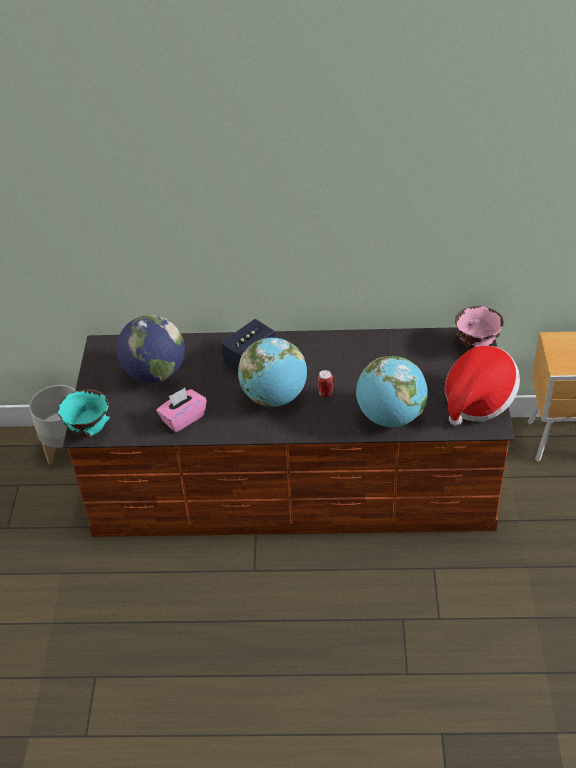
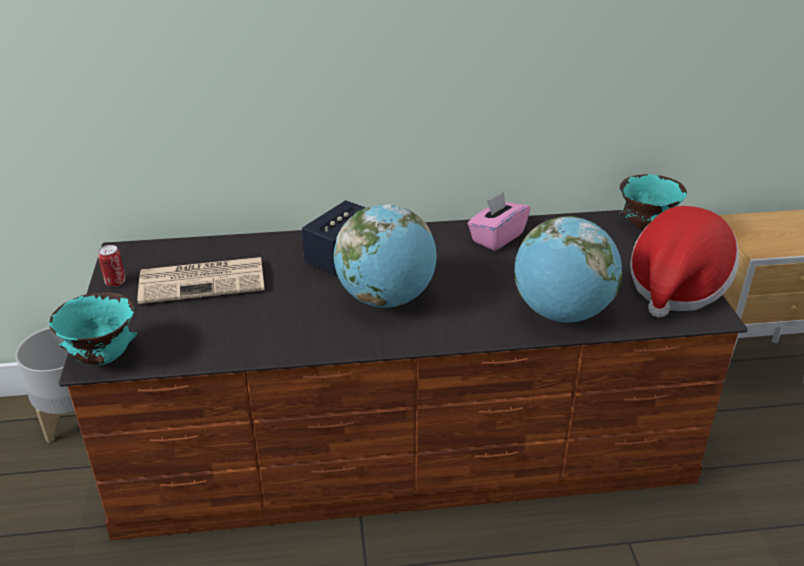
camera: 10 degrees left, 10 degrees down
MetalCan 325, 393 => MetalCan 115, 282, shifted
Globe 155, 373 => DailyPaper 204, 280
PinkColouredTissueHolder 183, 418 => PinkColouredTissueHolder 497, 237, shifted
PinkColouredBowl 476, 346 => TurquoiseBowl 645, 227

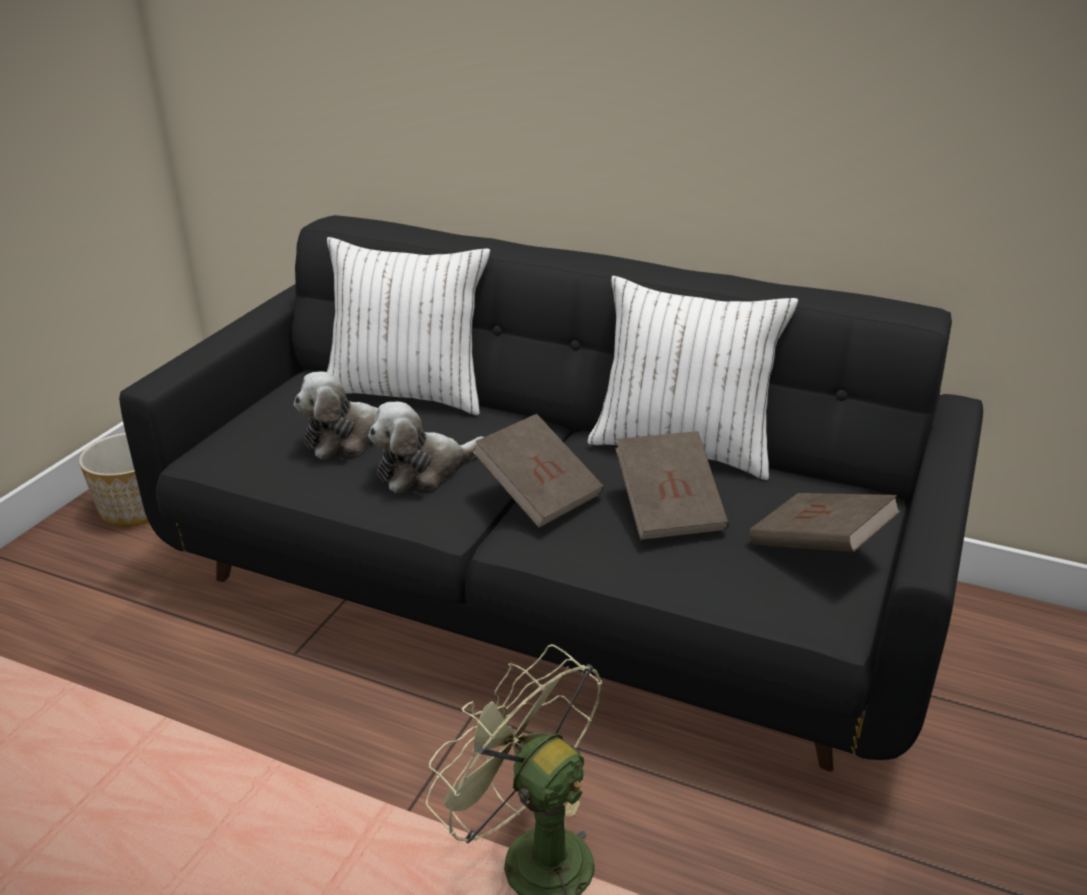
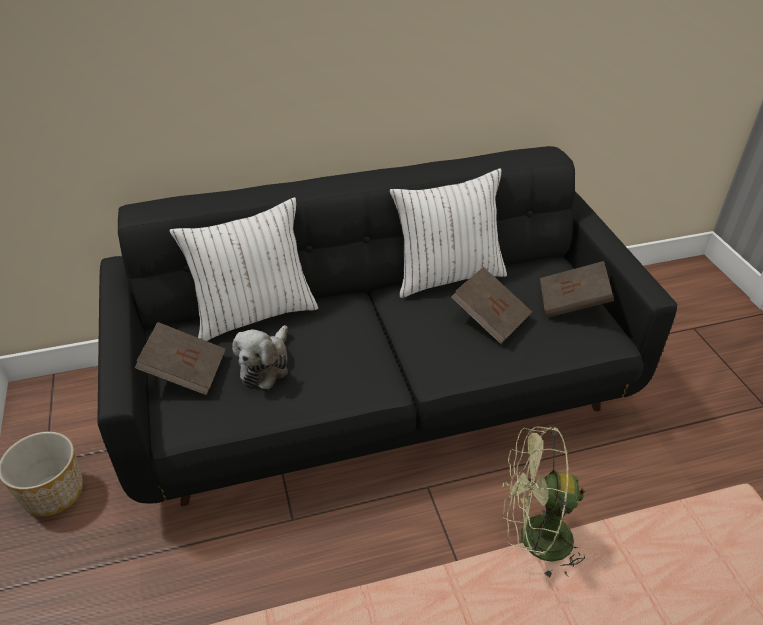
camera: 40 degrees left, 10 degrees up
BrownColouredBook 538, 493 => BrownColouredBook 185, 371, shifted
SoftToy 423, 470 => nothing

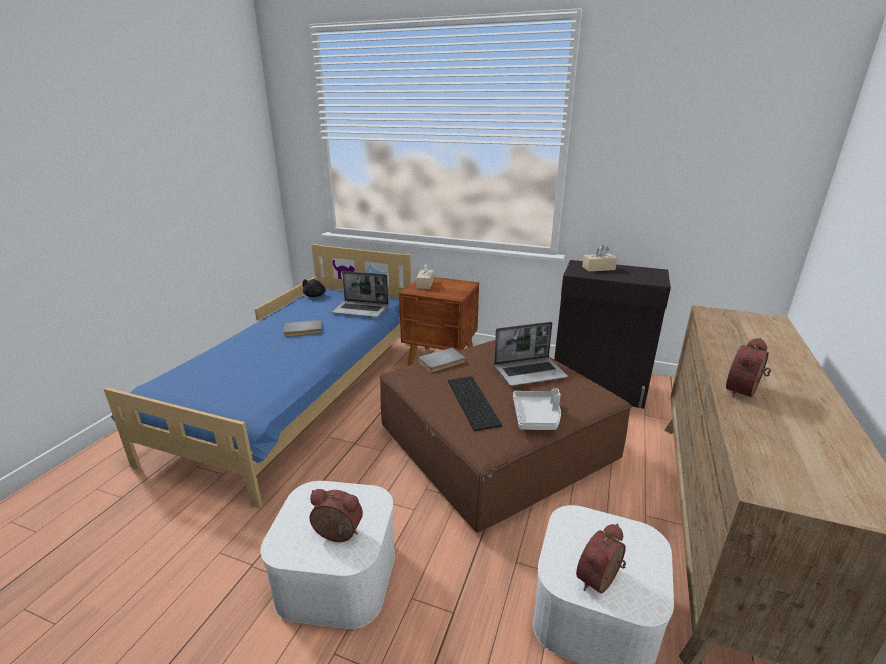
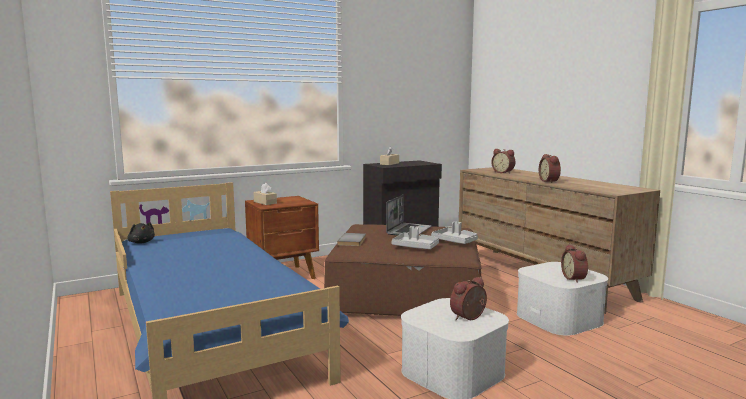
camera: 50 degrees left, 15 degrees down
ComputerKeyboard 475, 402 => GrayTray 415, 247
nothing => TableClock 503, 172
GrayBook 303, 330 => nothing
PortableComputer 361, 310 => nothing

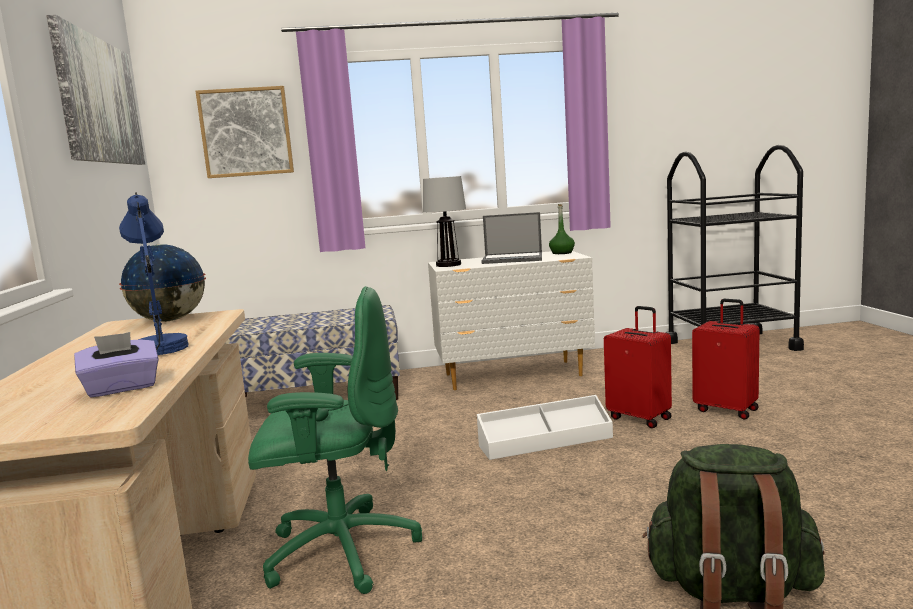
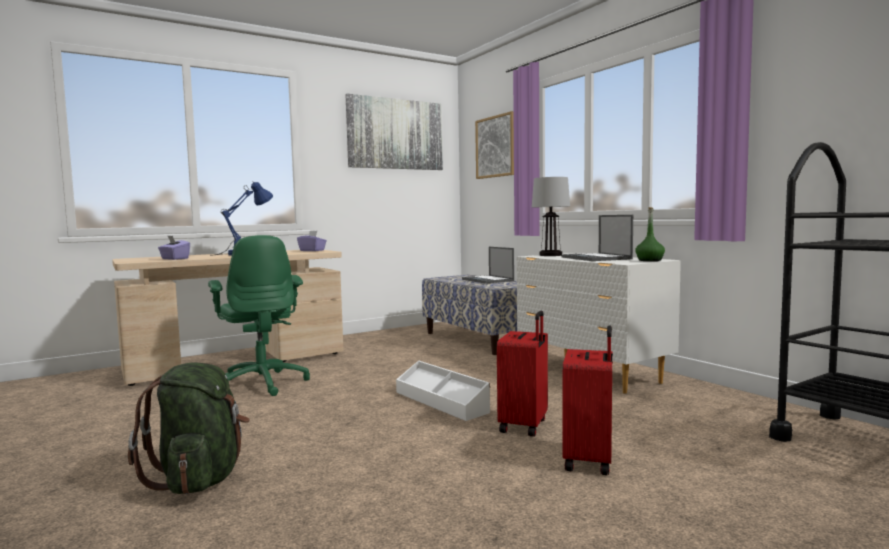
camera: 65 degrees right, 5 degrees down
Globe 169, 320 => PurpleColouredTissueHolder 312, 250
nothing => PortableComputer 488, 280

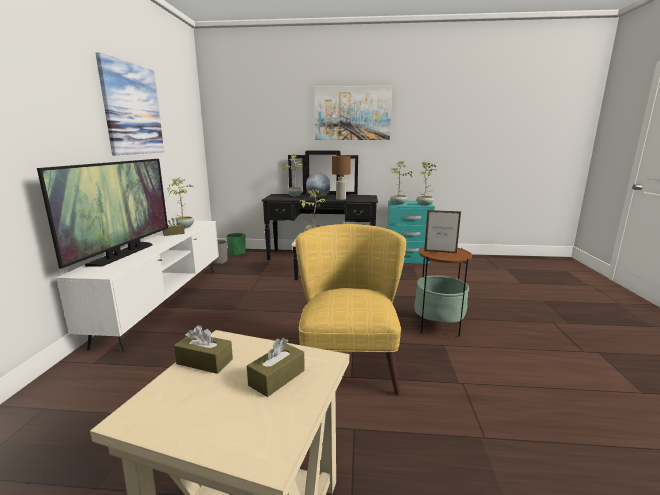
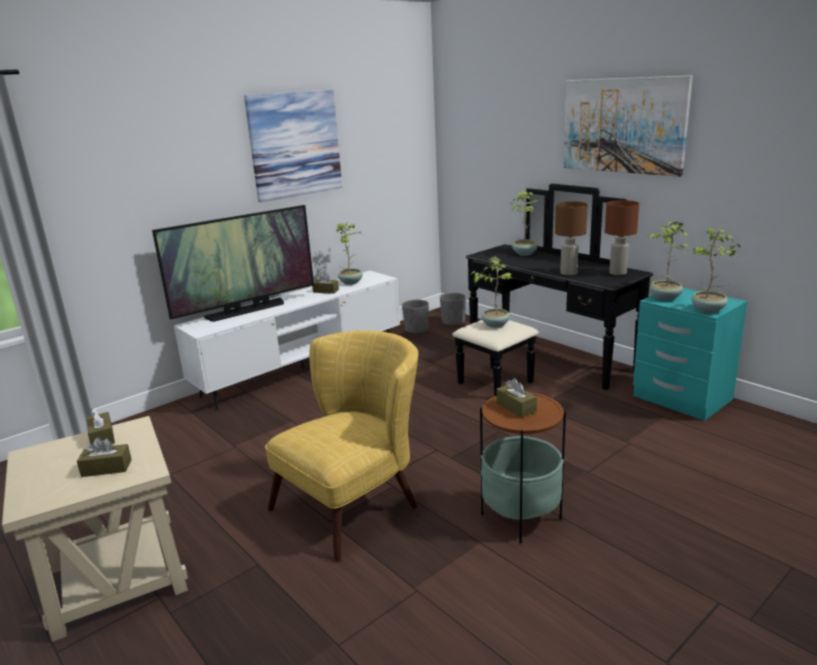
camera: 45 degrees right, 5 degrees up
GreenColouredPlantPot 237, 253 => GrayPlantPot 453, 322
StandingFrame 440, 252 => BrownColouredTissueHolder 516, 407
nothing => BrownColouredTabletopLamp 618, 273
Globe 318, 197 => nothing

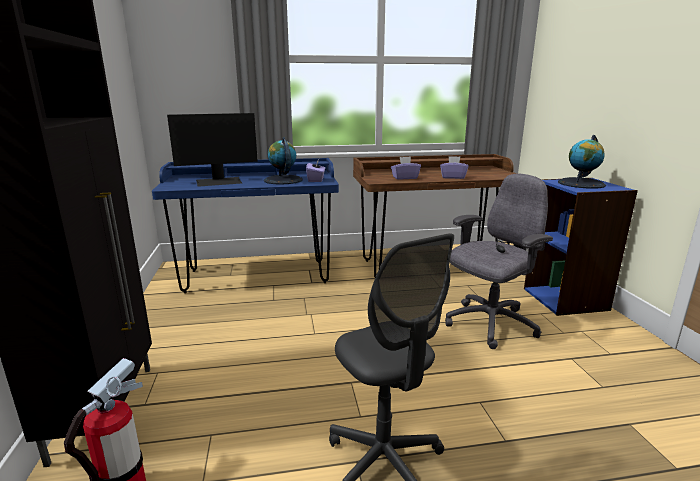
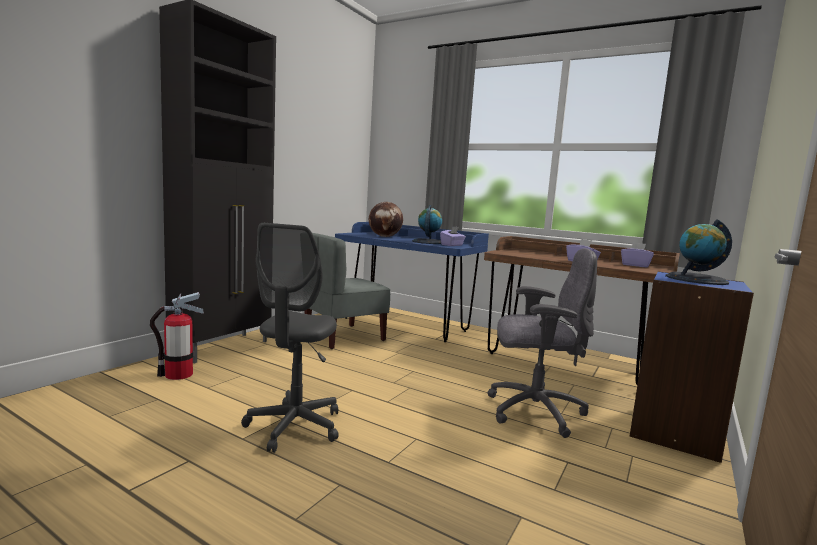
camera: 40 degrees right, 10 degrees down
nothing => GrayChair 343, 337
Monitor 219, 182 => Globe 385, 236
PurpleColouredTissueHolder 405, 178 => PurpleColouredTissueHolder 635, 265, shifted

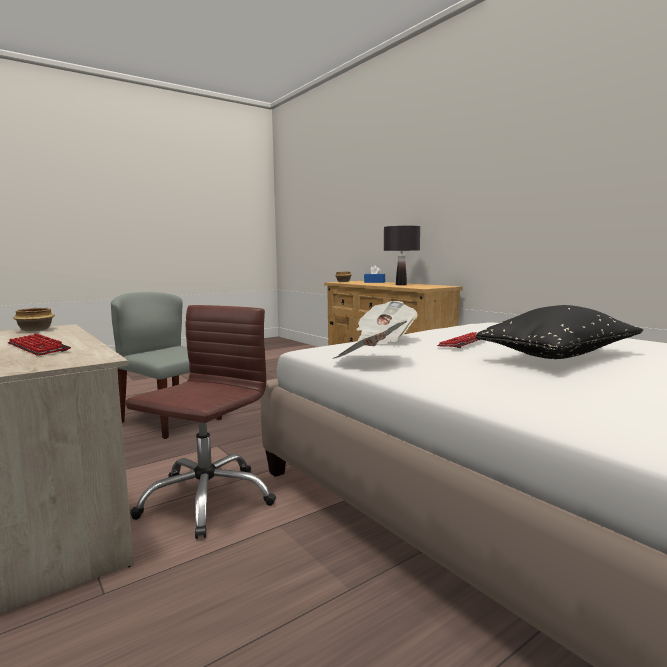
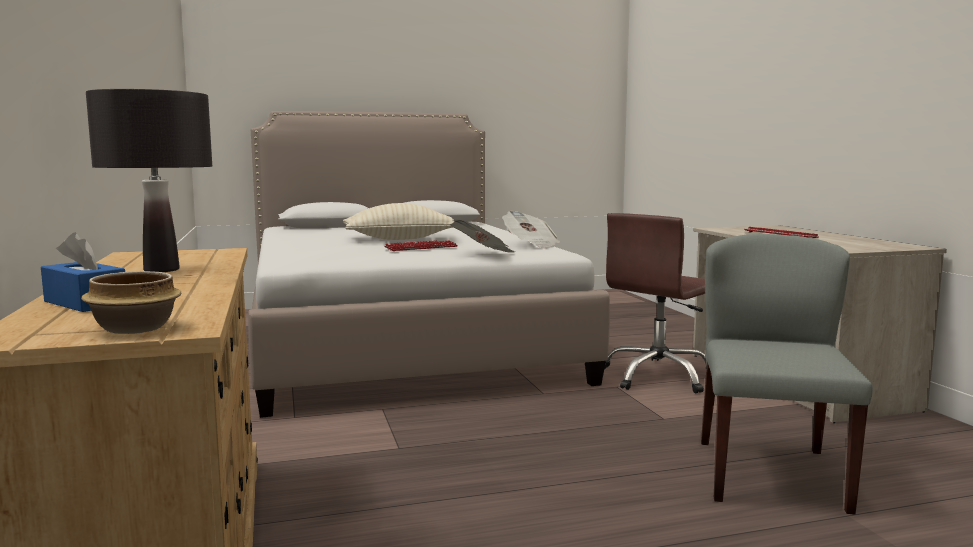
camera: 160 degrees left, 0 degrees up
BlackColouredThrowPillow 559, 356 => SandColouredThrowPillow 400, 239
GrayChair 169, 420 => GrayChair 769, 473, 135 degrees counterclockwise
Bowl 36, 330 => nothing

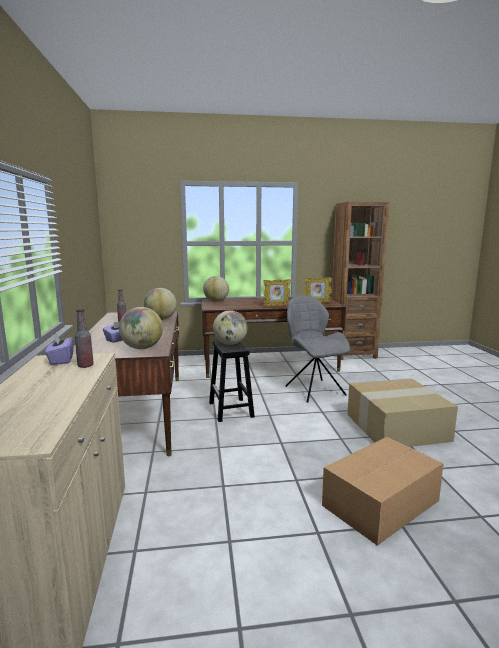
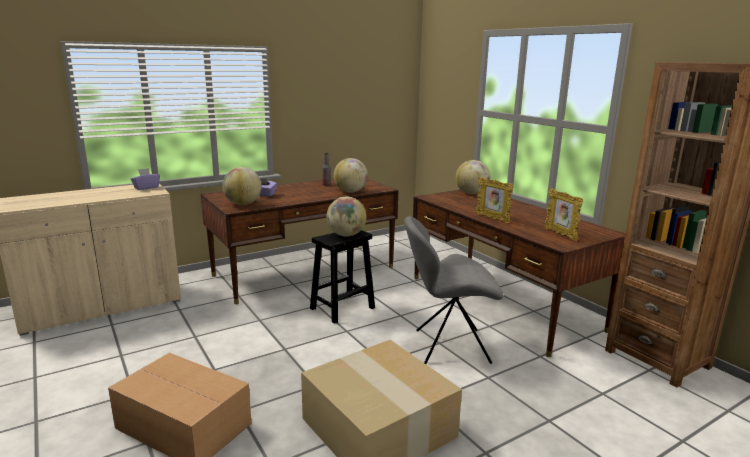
camera: 65 degrees right, 5 degrees up
GrayChair 313, 390 => GrayChair 448, 346, 135 degrees counterclockwise
Bottle 85, 366 => nothing

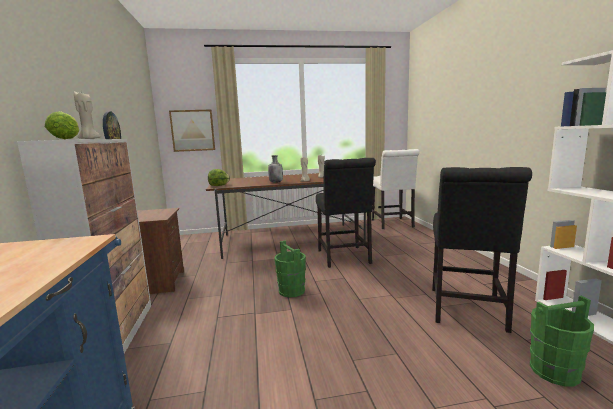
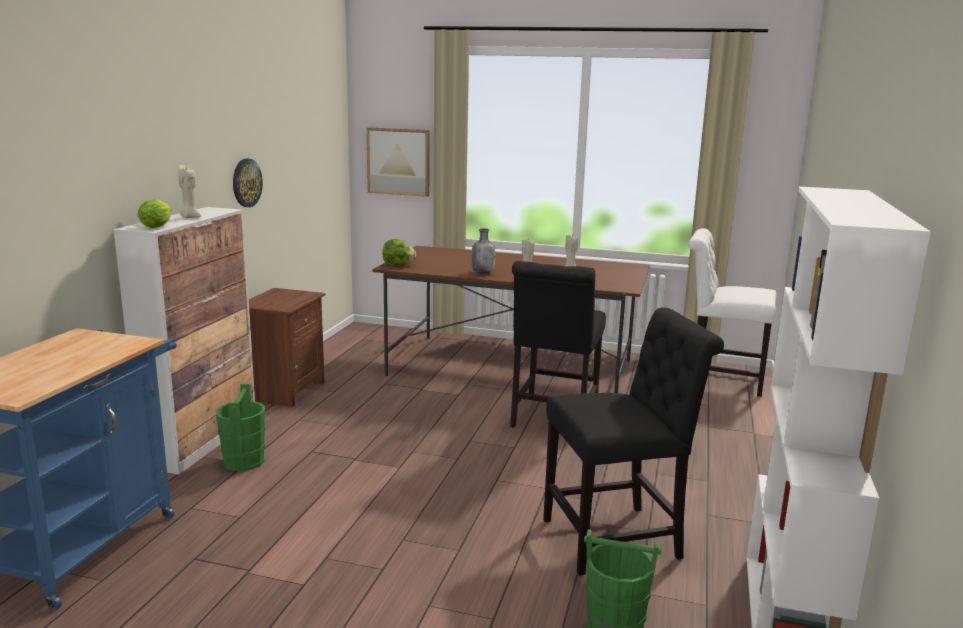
camera: 25 degrees right, 5 degrees up
GreenColouredWaterBucket 291, 291 => GreenColouredWaterBucket 244, 461, shifted
BlackColouredChair 467, 311 => BlackColouredChair 618, 539, 150 degrees counterclockwise
WhiteColouredChair 392, 224 => WhiteColouredChair 720, 379, 90 degrees clockwise

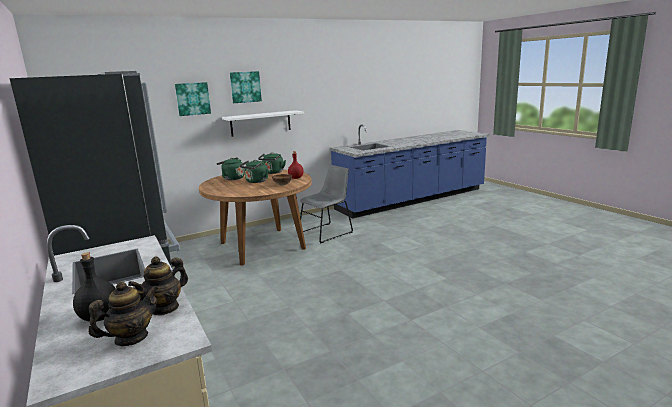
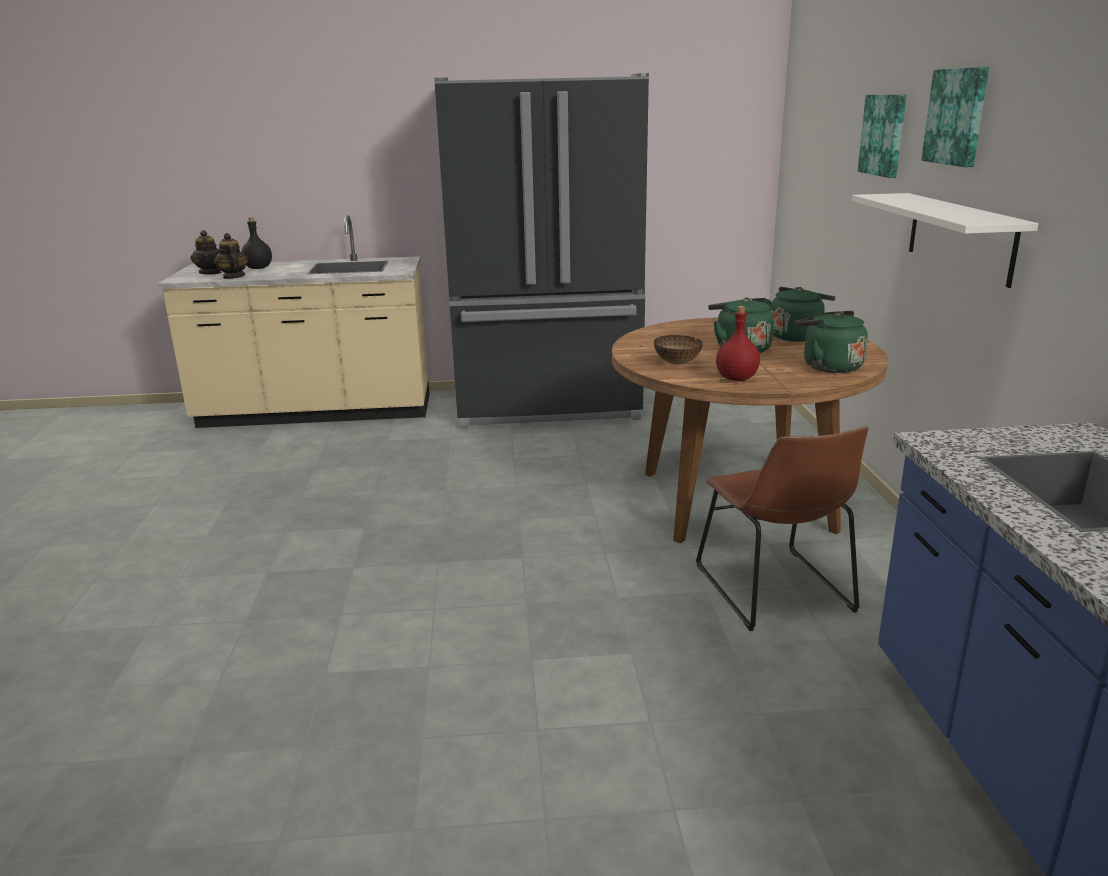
camera: 115 degrees right, 5 degrees up
GrayChair 327, 232 => BrownColouredChair 776, 592

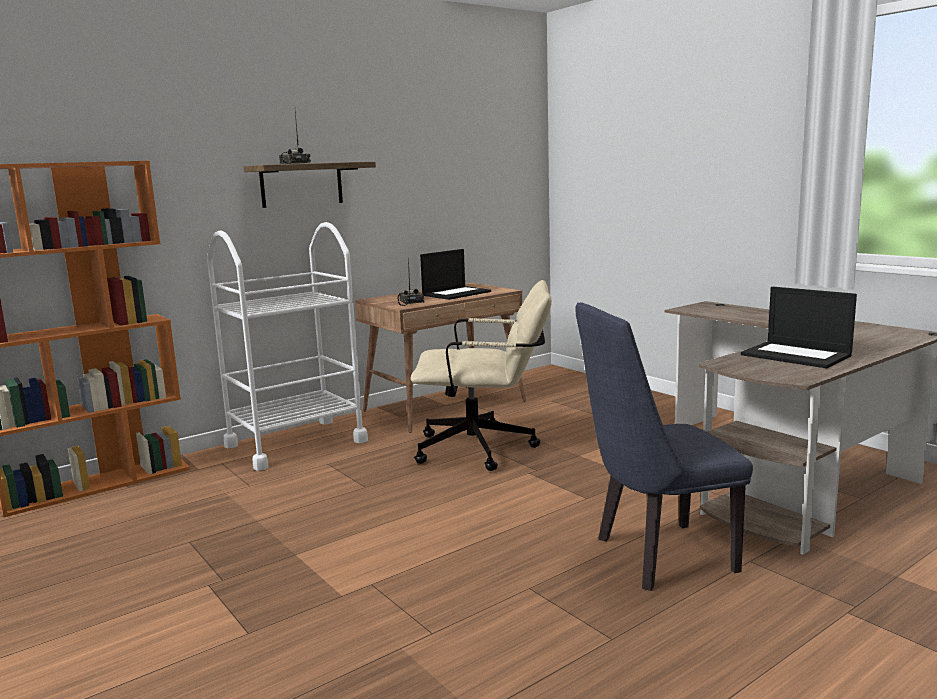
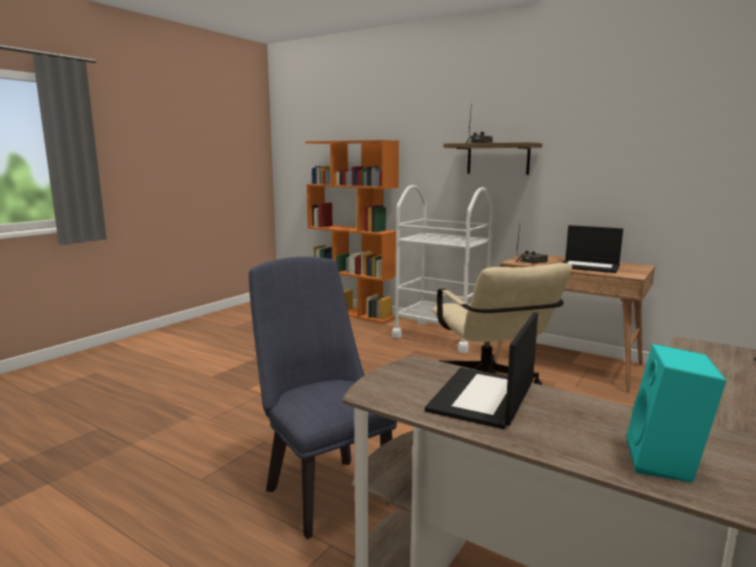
camera: 70 degrees right, 0 degrees up
nothing => TurquoiseSpeaker 666, 464

